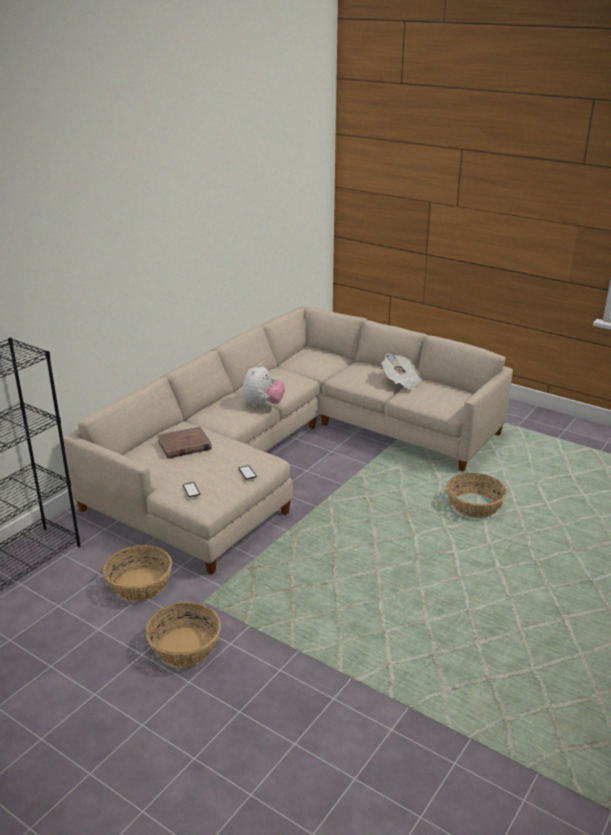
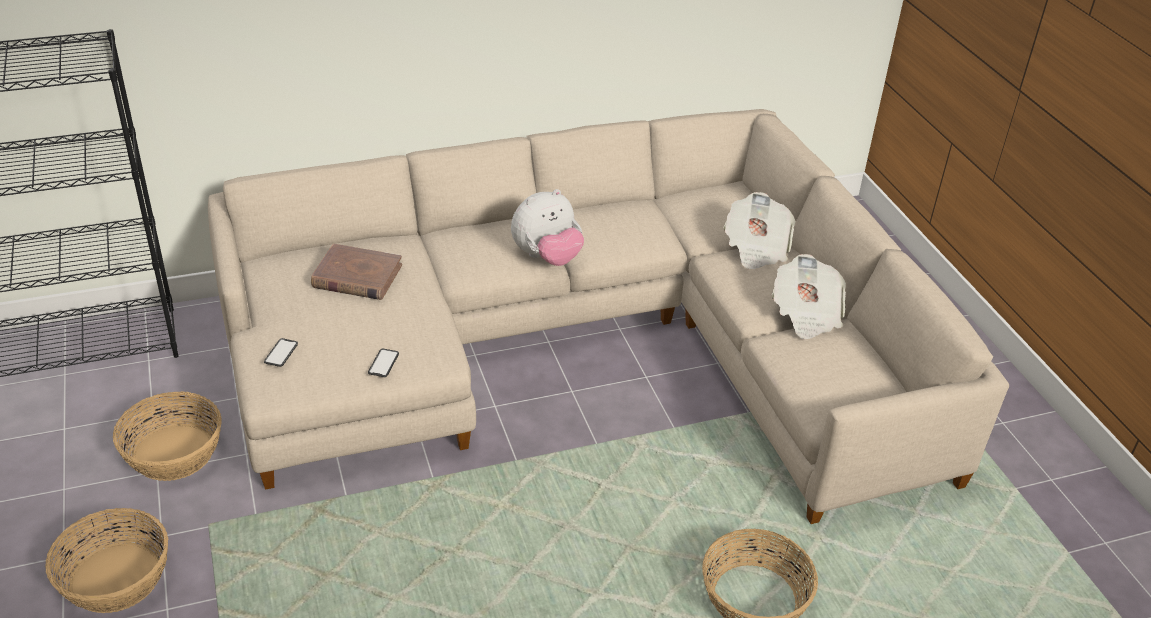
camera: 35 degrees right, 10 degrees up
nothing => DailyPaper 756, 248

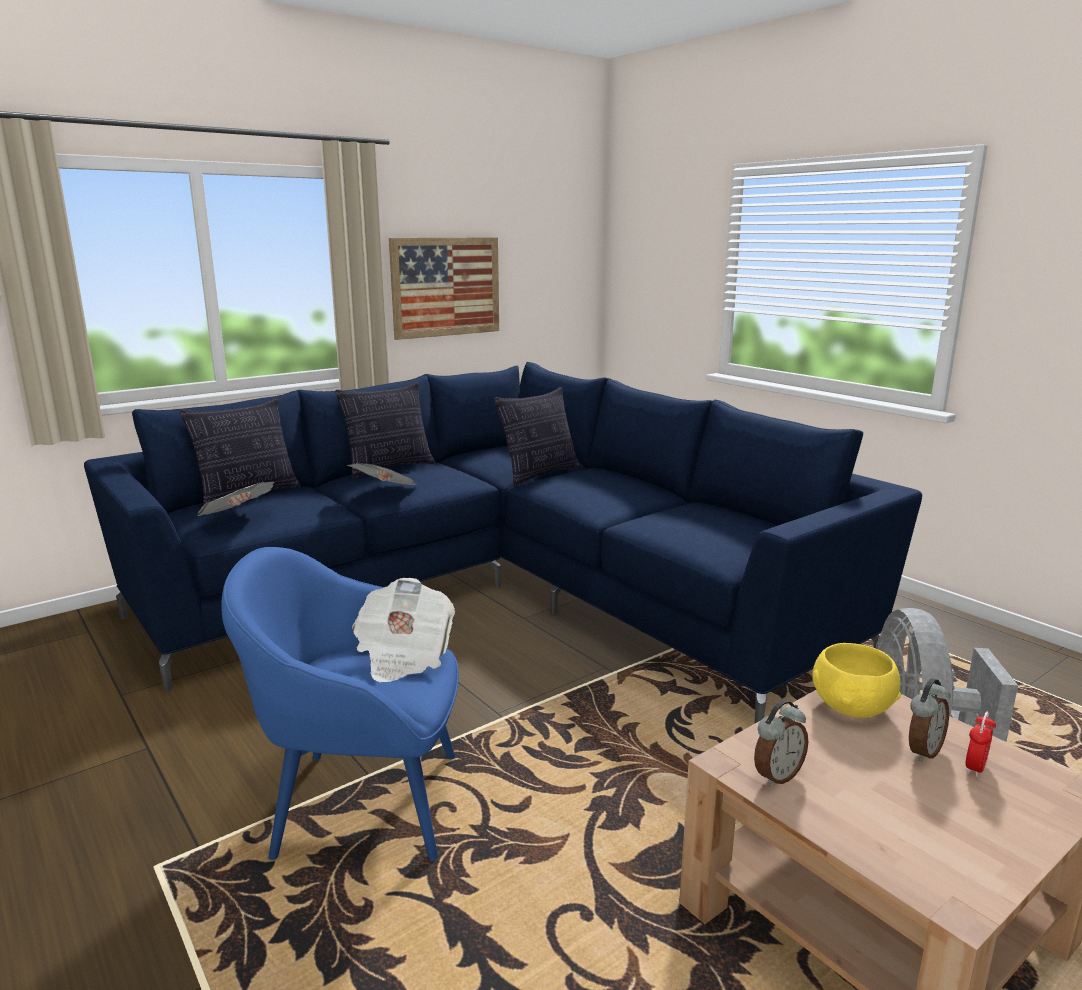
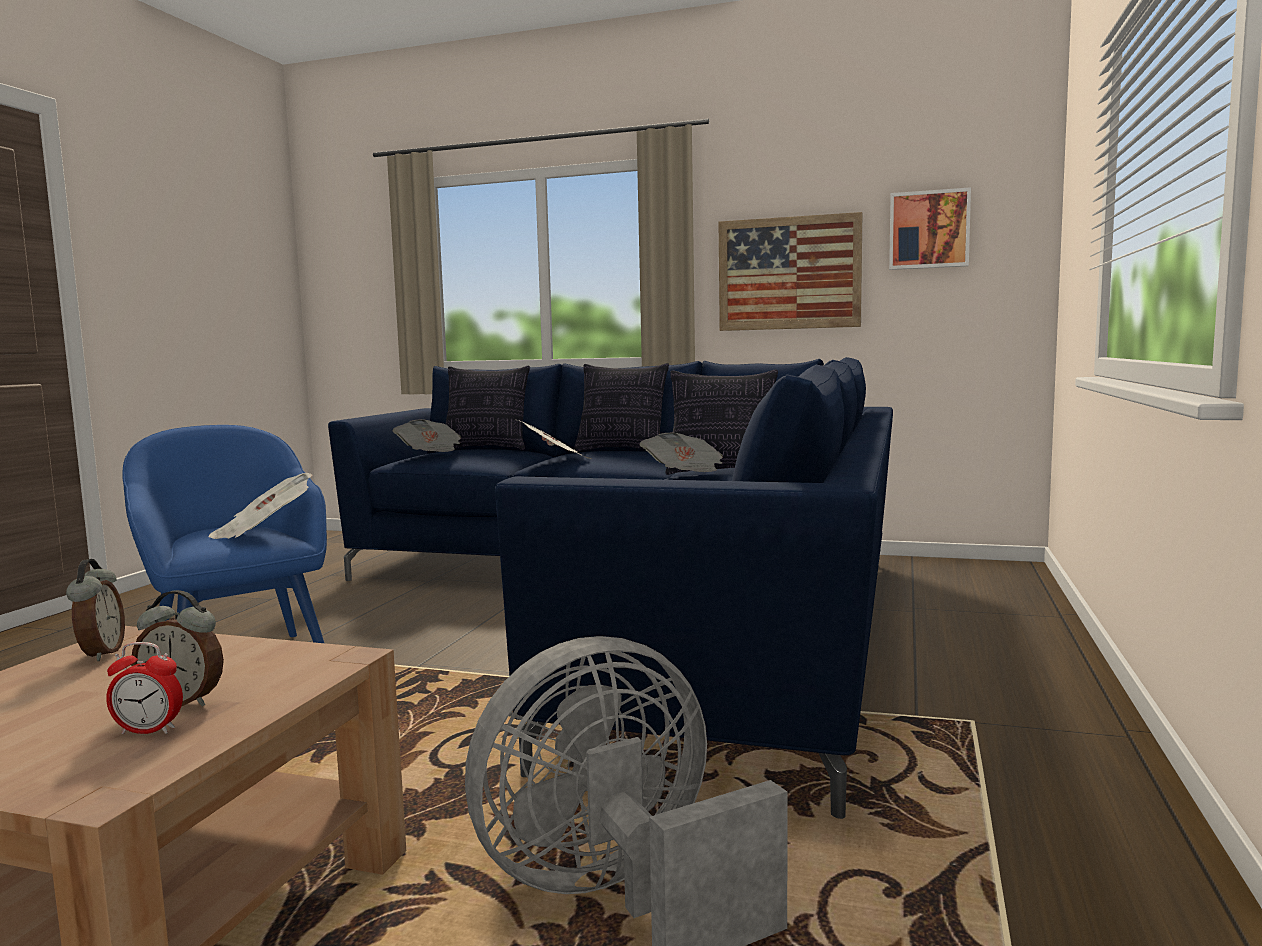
camera: 55 degrees right, 10 degrees down
TableClock 776, 775 => TableClock 100, 654, 120 degrees counterclockwise
nothing => DailyPaper 685, 477
nothing => WallPicture 929, 230
YellowishBowl 852, 707 => nothing

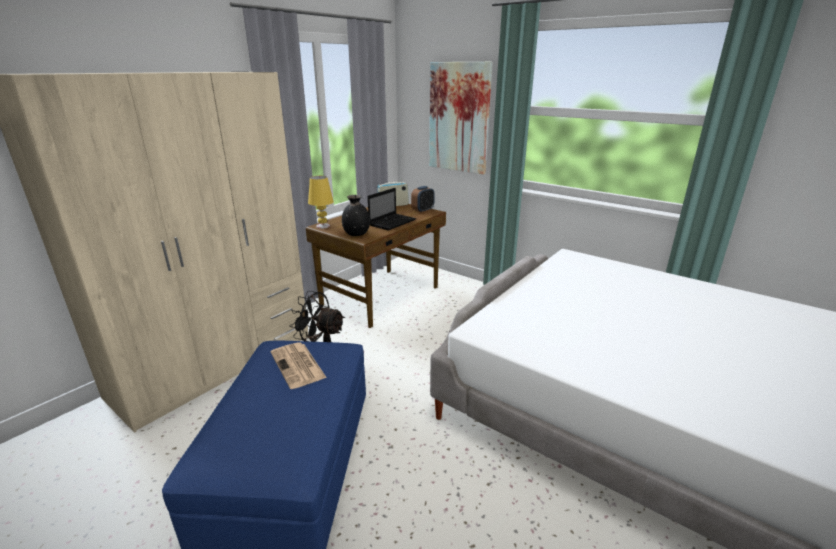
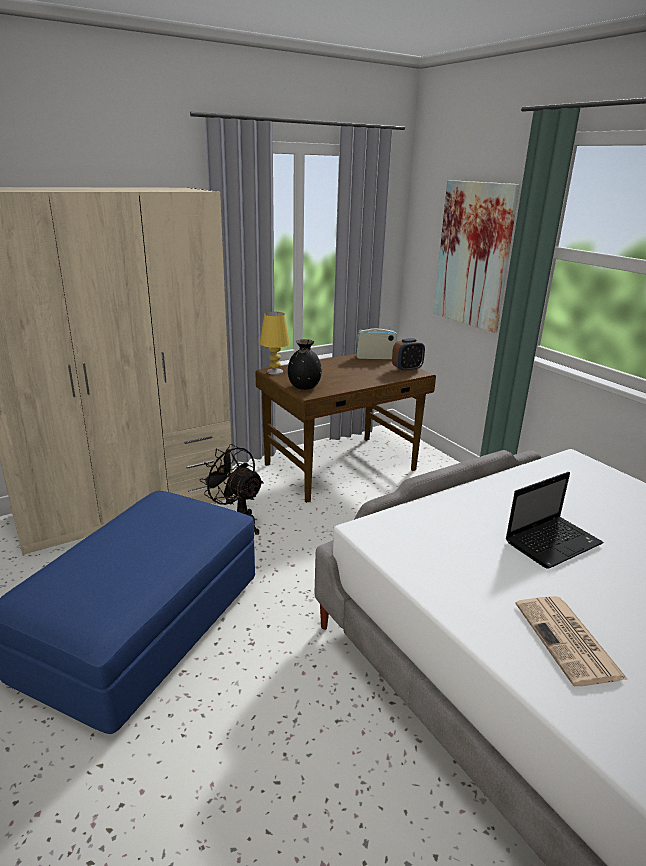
camera: 20 degrees right, 0 degrees up
PortableComputer 393, 222 => PortableComputer 553, 542, shifted
DailyPaper 298, 365 => DailyPaper 569, 641, shifted

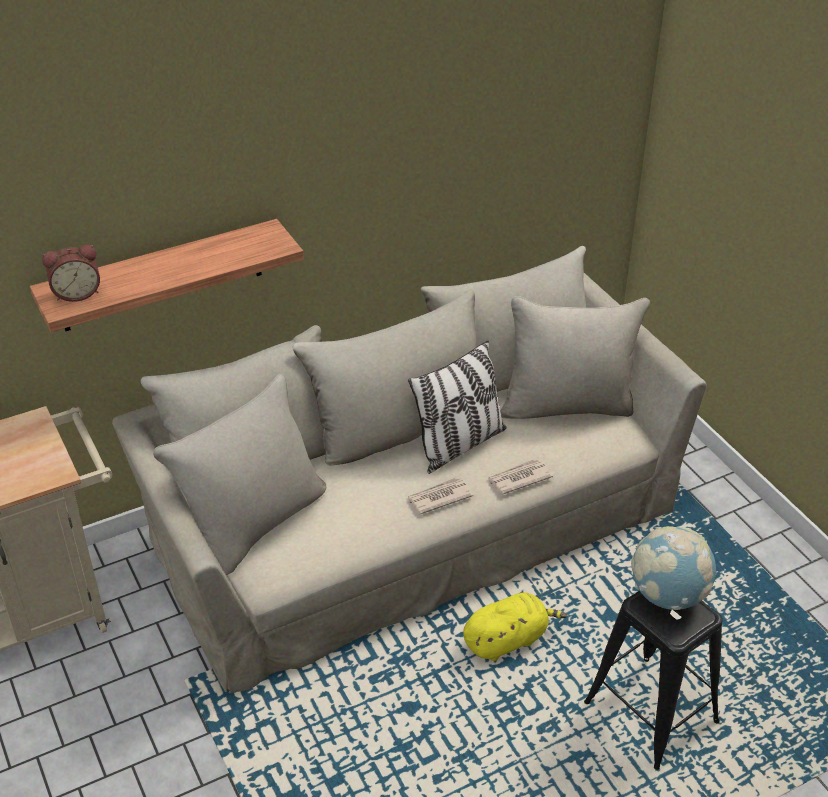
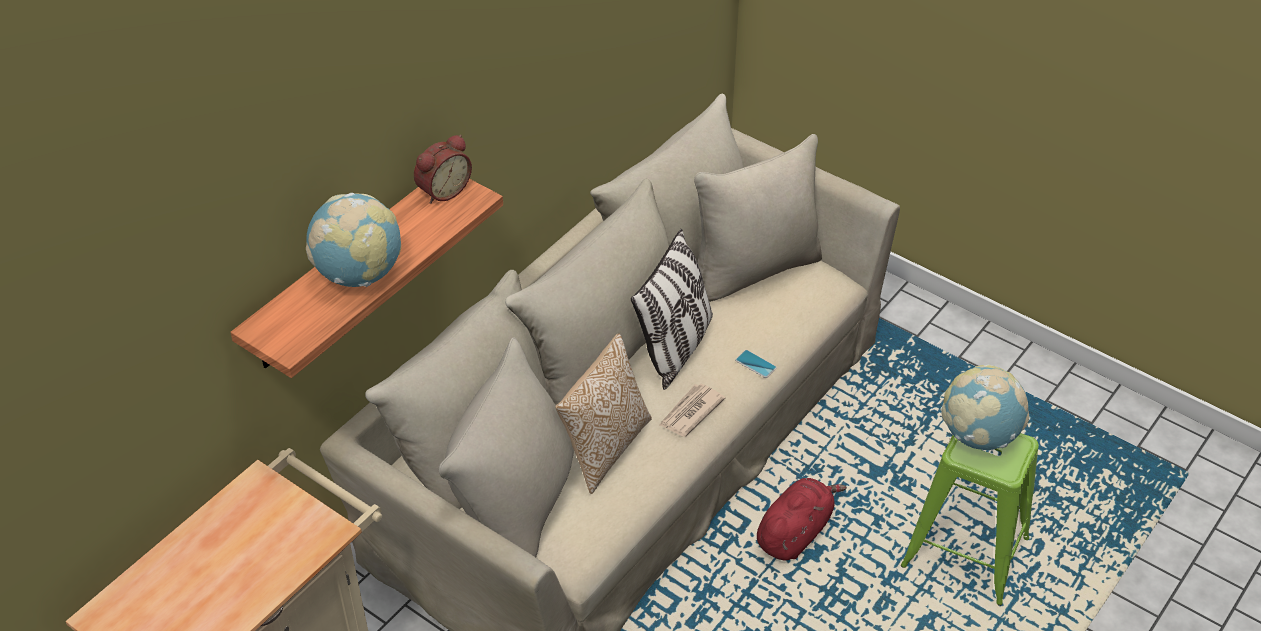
camera: 25 degrees left, 5 degrees up
nothing => Globe 359, 274
TableClock 77, 293 => TableClock 442, 190, shifted
nothing => ThrowPillow 604, 448
DailyPaper 518, 479 => Phone 755, 364
YellowishSoftToy 507, 640 => RedColouredSoftToy 795, 532
BlackColouredStoolSeat 650, 711 => GreenColouredStoolSeat 964, 552

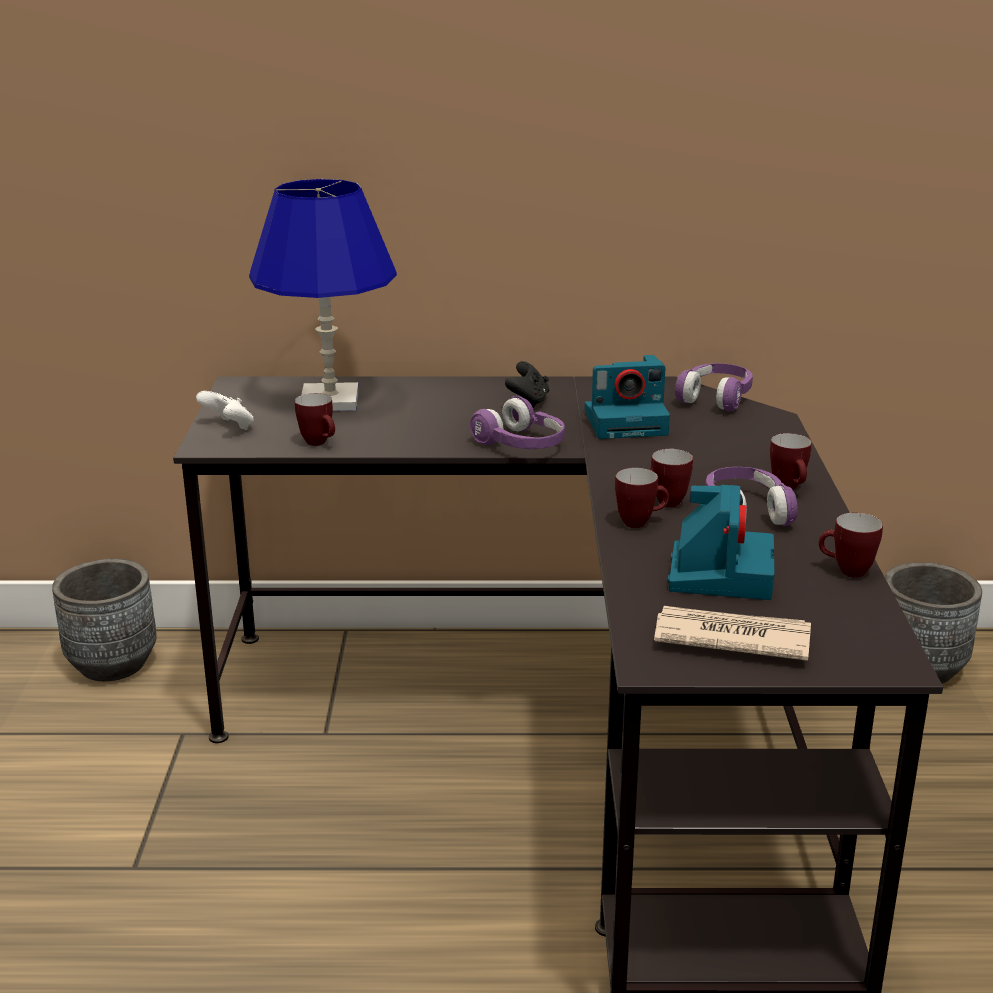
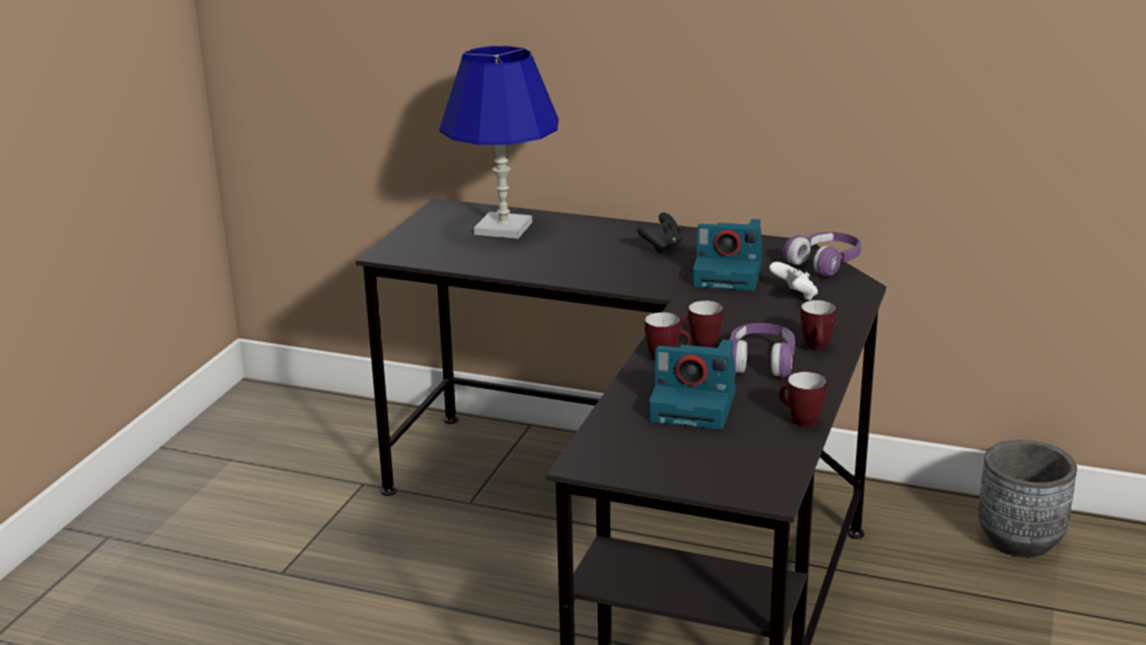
camera: 20 degrees right, 0 degrees up
StillCamera 720, 573 => StillCamera 695, 406, 75 degrees clockwise
WhiteColouredGamepad 229, 427 => WhiteColouredGamepad 794, 296, shifted
GrayPlantPot 113, 664 => nothing
CoffeeMug 320, 443 => nothing
PurpleColouredHeadphones 521, 445 => nothing
DailyPaper 730, 638 => nothing

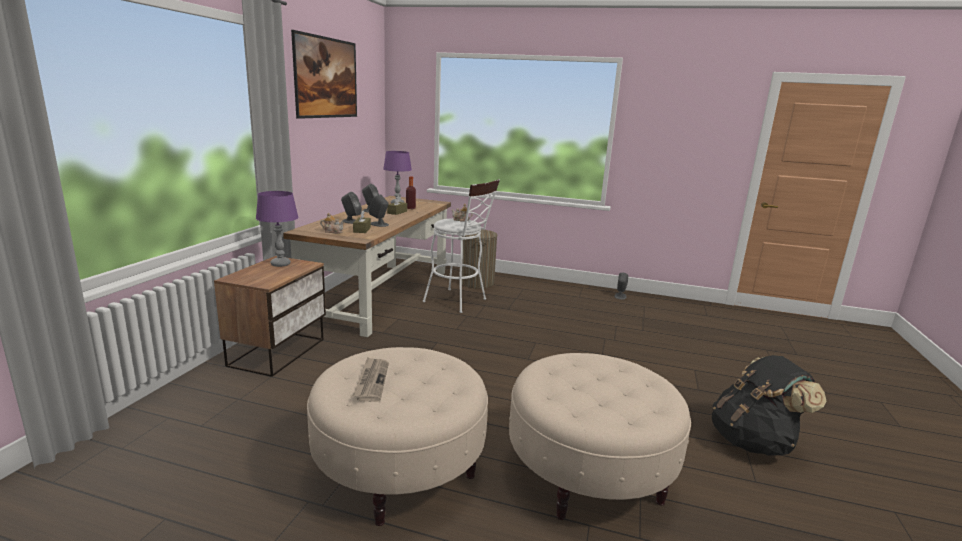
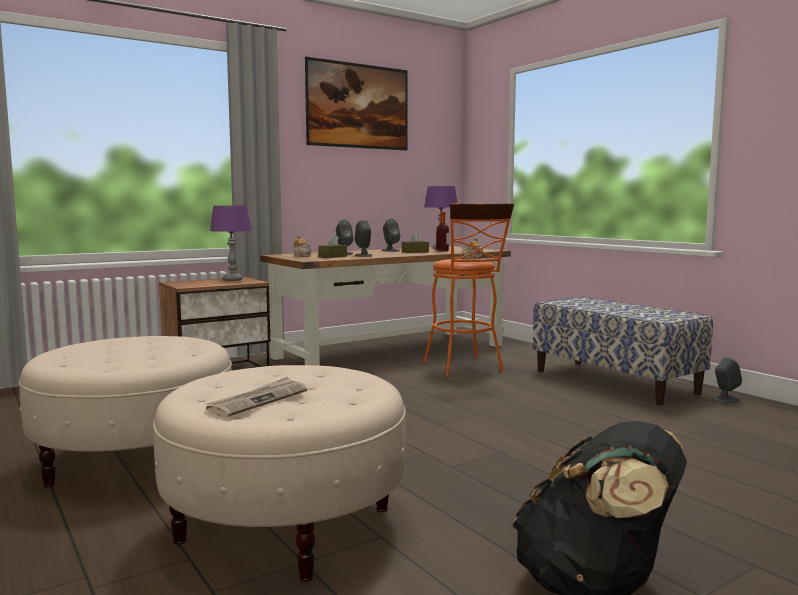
camera: 40 degrees right, 10 degrees down
DailyPaper 371, 381 => DailyPaper 258, 400, shifted
WhiteColouredStoolSeat 459, 301 => OrangeStoolSeat 465, 368
nothing => Bench 615, 381
LaundryBasket 477, 282 => nothing

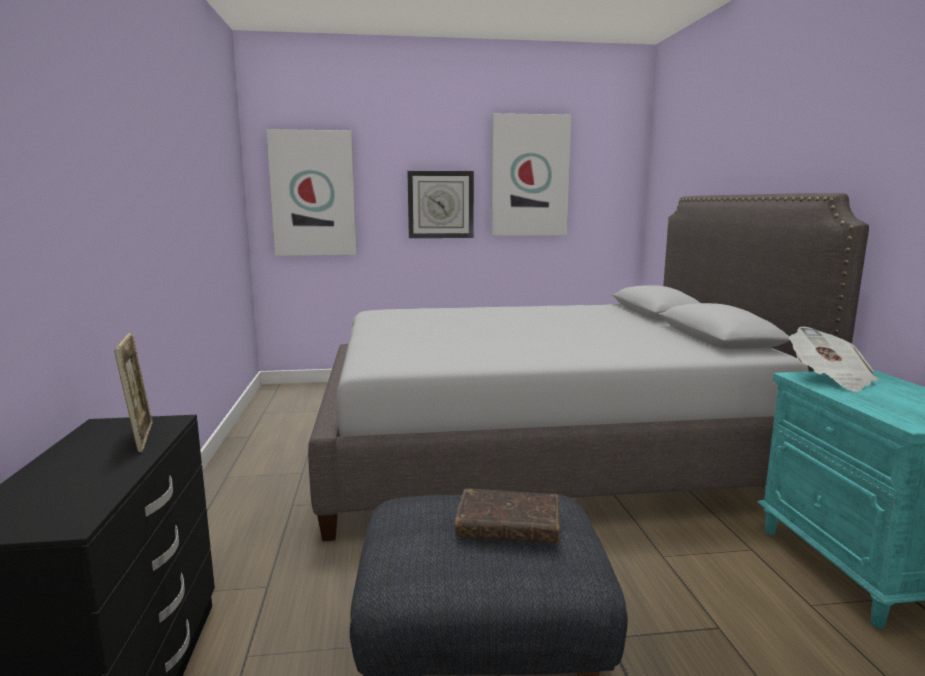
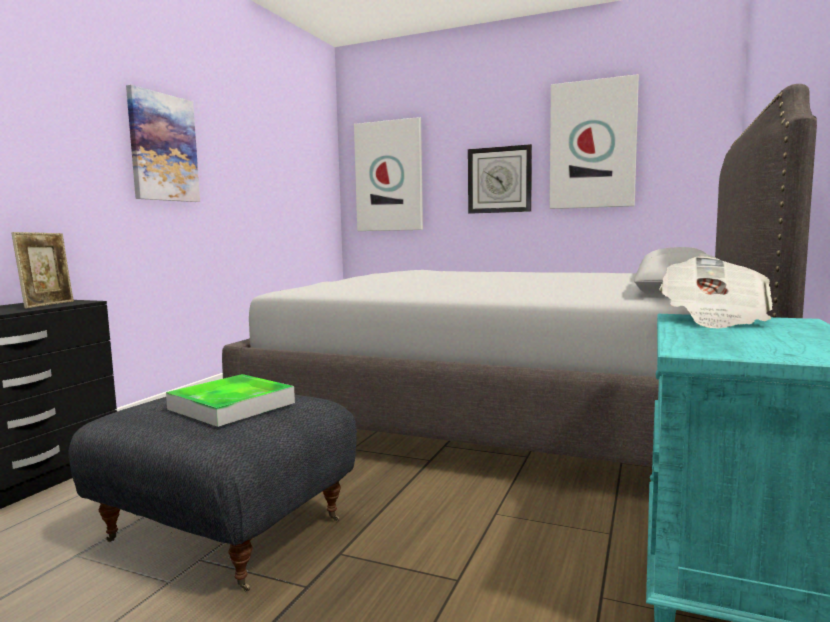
camera: 30 degrees right, 5 degrees down
nothing => WallPicture 163, 148
BrownColouredBook 508, 527 => Tray 231, 406

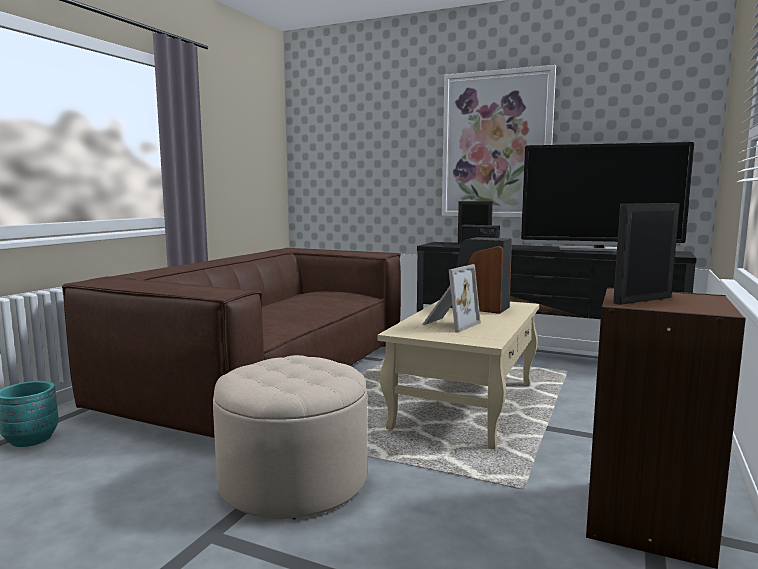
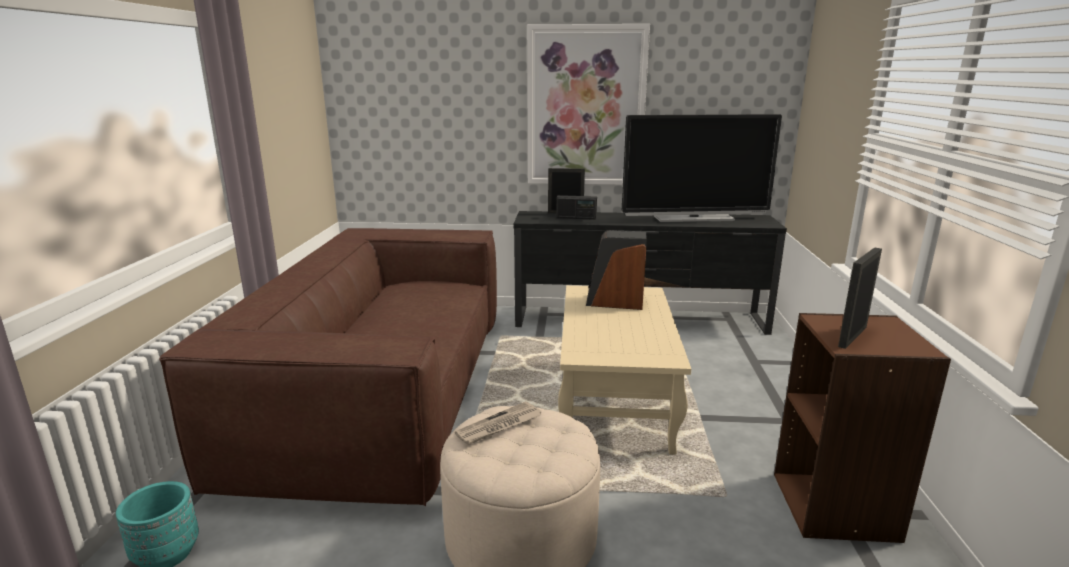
camera: 20 degrees left, 10 degrees up
nothing => DailyPaper 499, 426
StandingFrame 449, 324 => nothing

